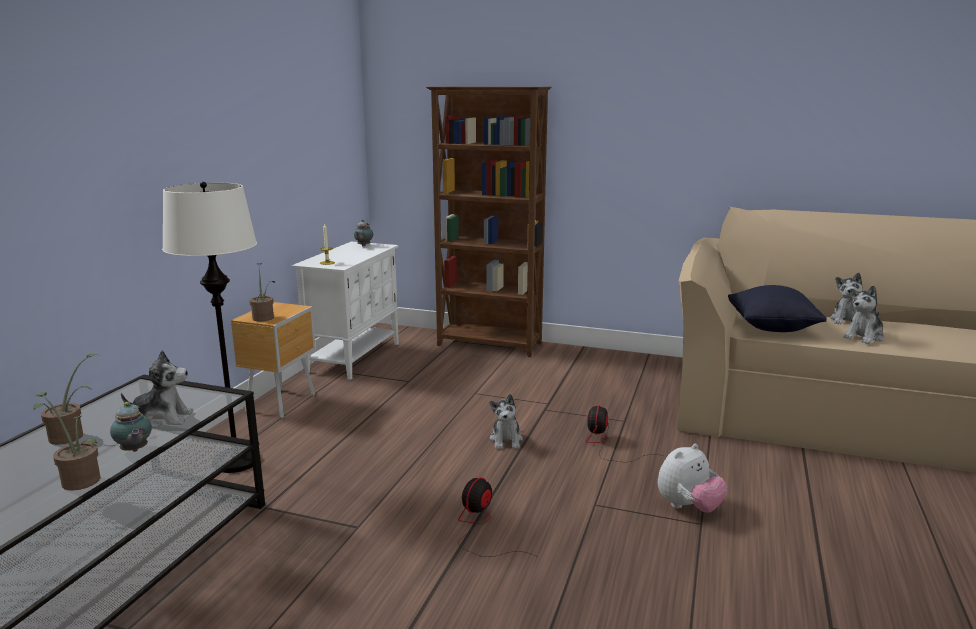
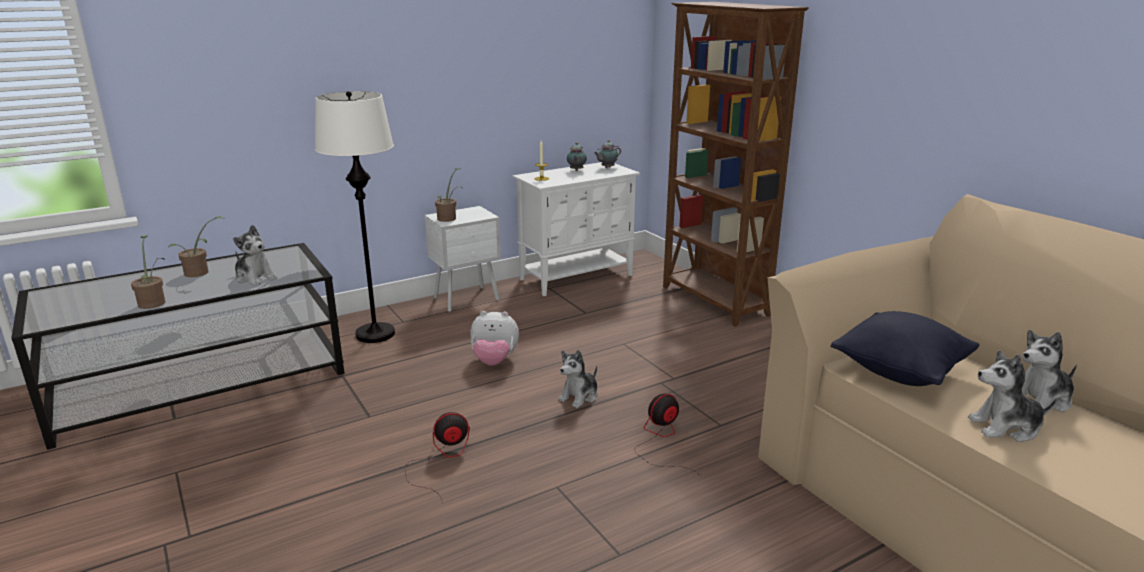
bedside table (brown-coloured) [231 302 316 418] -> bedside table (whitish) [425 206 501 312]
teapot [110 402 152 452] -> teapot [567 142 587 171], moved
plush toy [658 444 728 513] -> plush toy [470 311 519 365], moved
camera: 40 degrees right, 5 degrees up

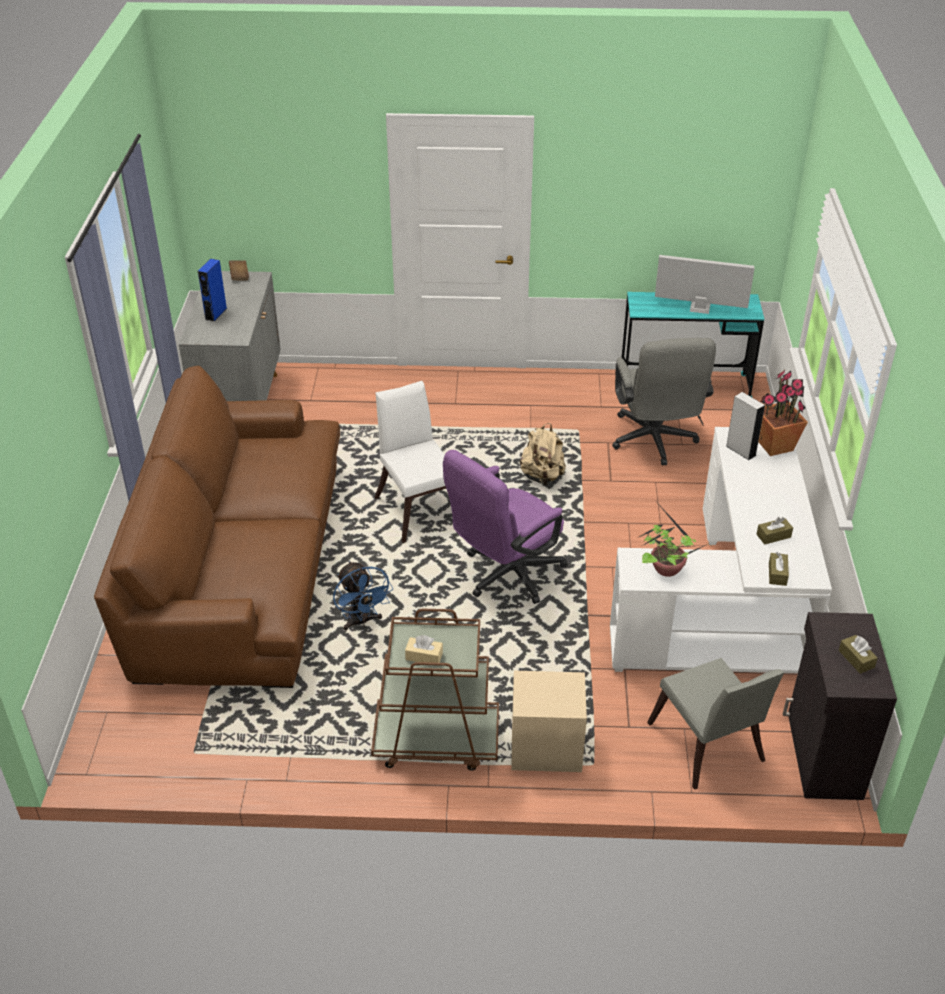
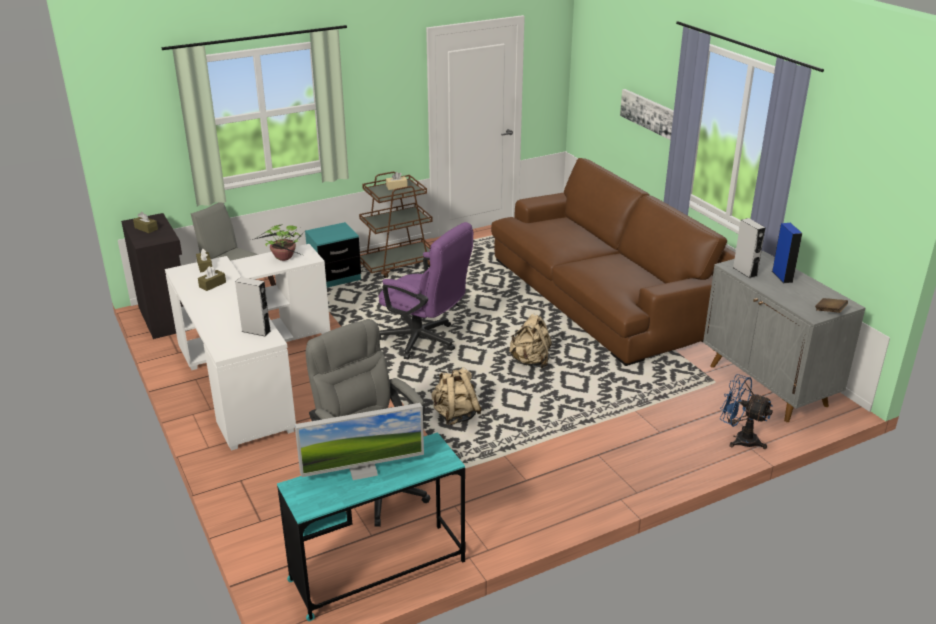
houseplant [758 370 808 456] -> none
upright chair (whitish) [375 381 446 543] -> backpack (beige-coloured) [509 314 552 368]
desk chair (purple) [443 450 568 604] -> desk chair (purple) [378 222 473 360], 105 degrees clockwise
electric fan (blue-coloured) [333 561 393 630] -> electric fan (blue-coloured) [720 374 773 449], moved
bedside table (beige-coloured) [511 671 587 772] -> bedside table (turquoise) [305 222 361 288]
none -> wall art [620 89 674 140]
none -> loudspeaker (greyish) [733 218 766 278]
camera: 150 degrees right, 10 degrees down

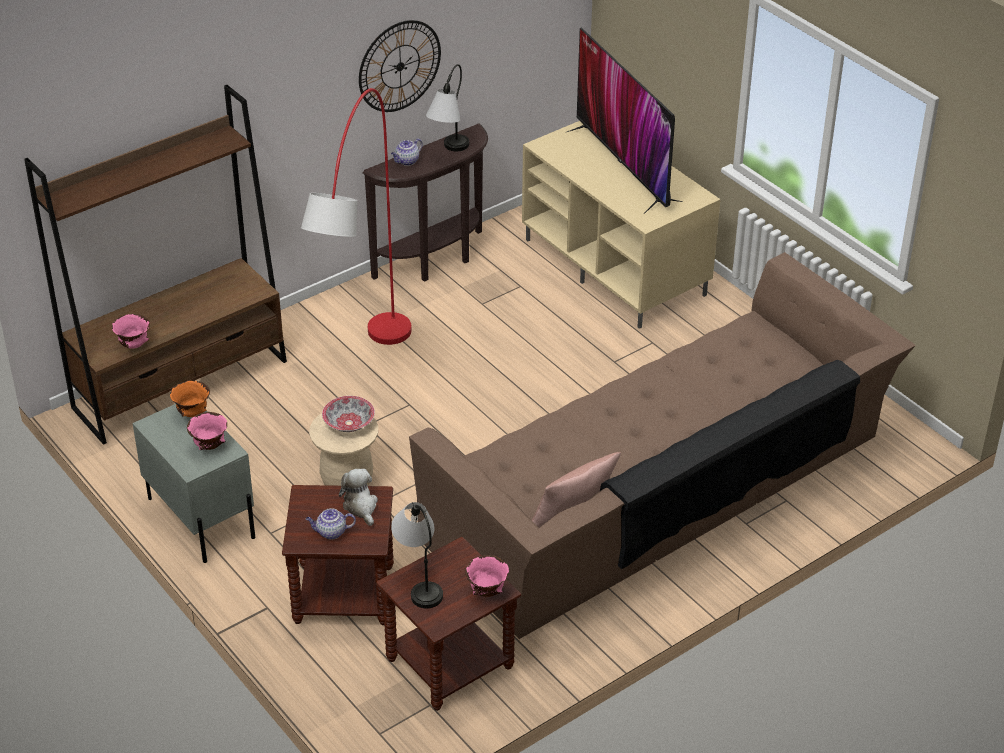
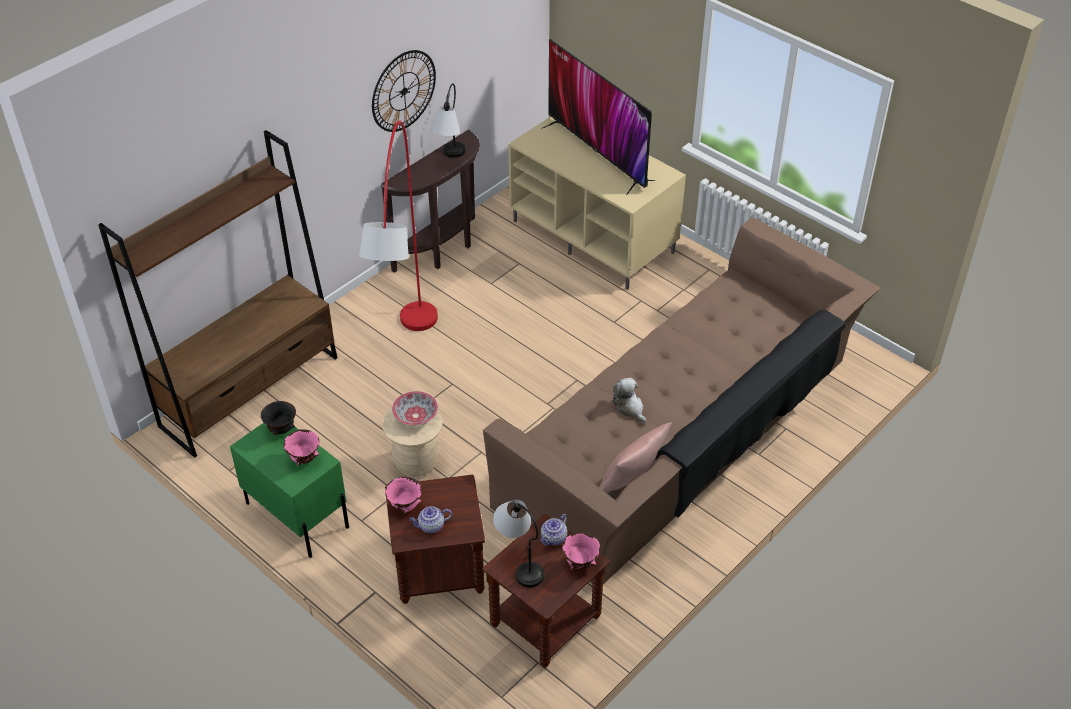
teapot [391 139 423 166] -> teapot [540 514 567 546], moved
serving bowl (pinkish) [112 314 150 349] -> serving bowl (pinkish) [385 477 422 514], moved
serving bowl (orangey) [170 381 210 417] -> serving bowl (black-coloured) [261 401 296 435]
bedside table (greyish) [133 404 255 563] -> bedside table (green-coloured) [230 423 349 558]
plush toy [339 469 378 526] -> plush toy [613 378 646 423], moved
camera: 10 degrees left, 5 degrees up

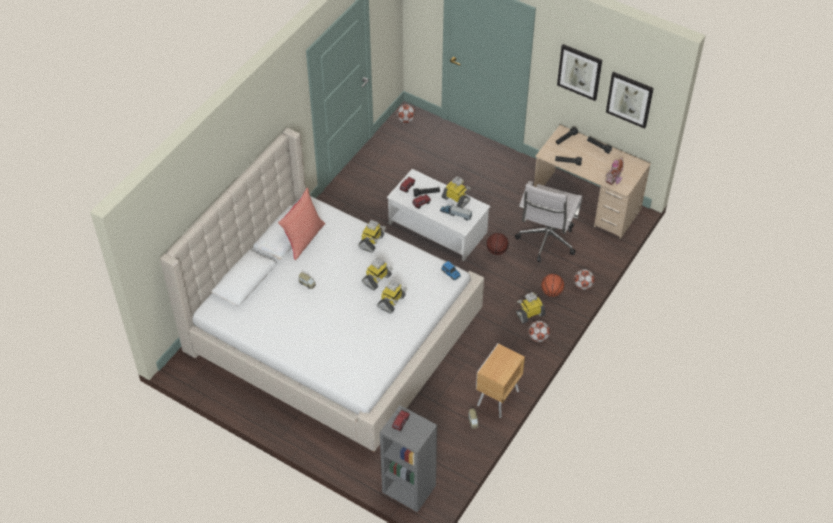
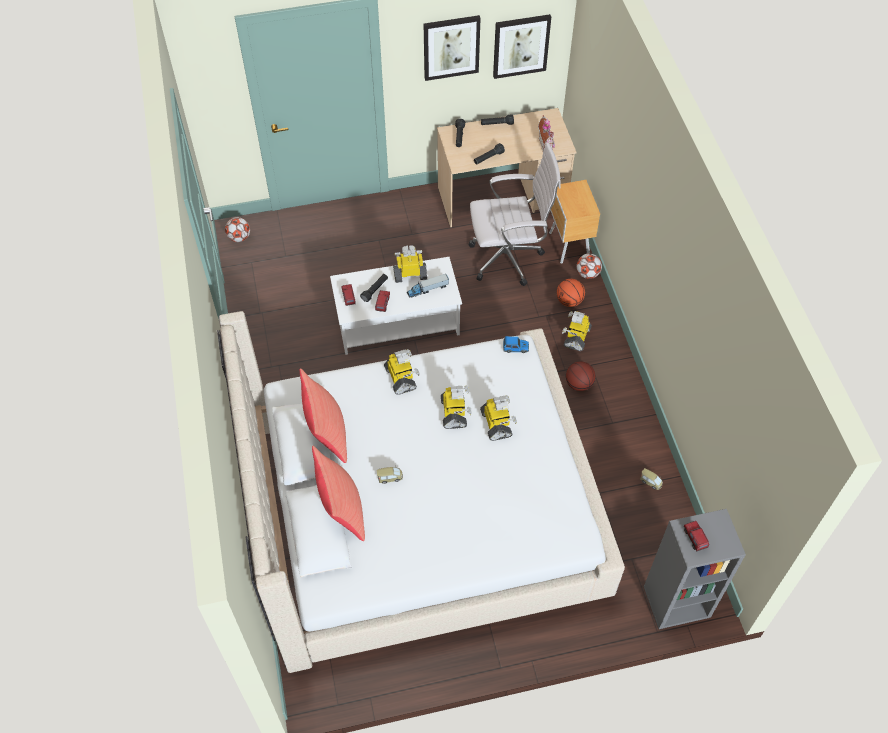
desk chair (whitish) [515 181 583 262] -> desk chair (whitish) [469 142 561 286], 75 degrees counterclockwise
basketball ball [486 233 509 255] -> basketball ball [566 361 595 391], moved
football ball [529 321 550 342] -> none
bedside table (brown-coloured) [476 344 525 418] -> bedside table (brown-coloured) [549 180 600 264], moved
none -> throw pillow (red) [312 446 365 541]
camera: 45 degrees left, 5 degrees up

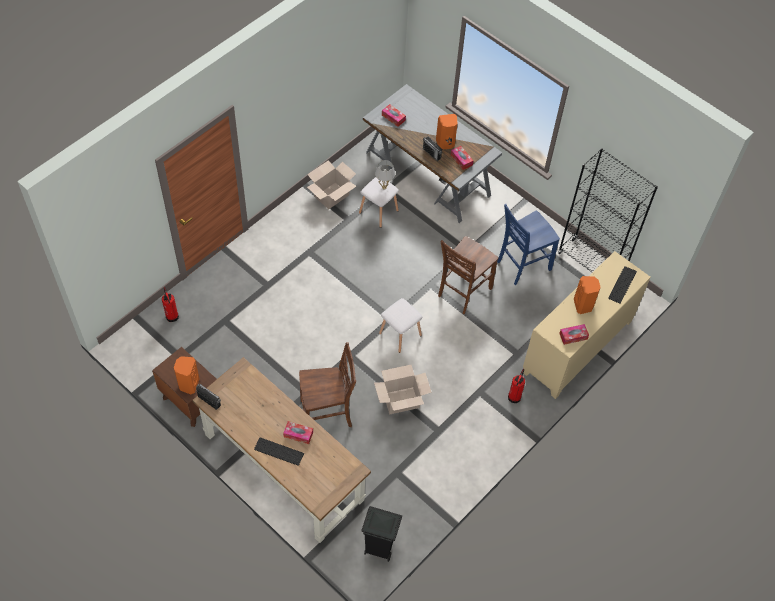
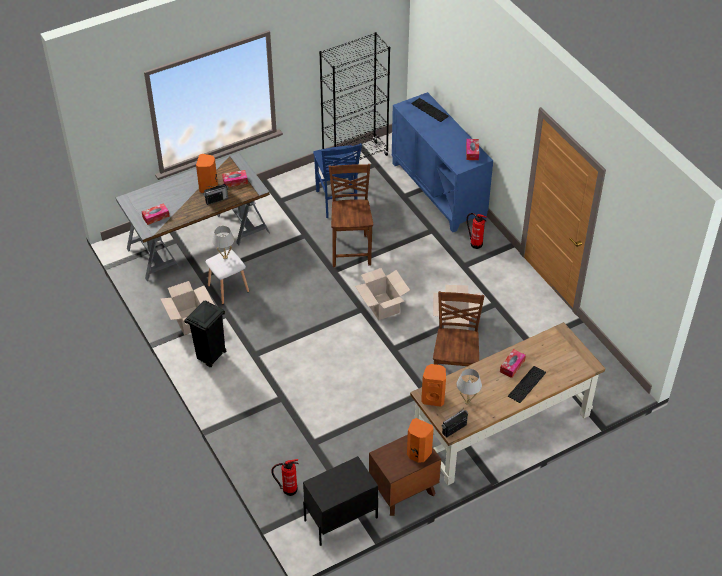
upright chair (brown-coloured) [438 236 498 314] -> upright chair (brown-coloured) [328 164 373 267], 150 degrees counterclockwise
cupboard (beige-coloured) [523 251 651 399] -> cupboard (blue-coloured) [392 92 493 232]
loudspeaker (orangey) [574 276 601 314] -> loudspeaker (orangey) [421 364 446 407], moved
sitting stool (whitish) [379 298 422 353] -> carton [355 268 410 321]
rubbish bin (black-coloured) [361 506 402 562] -> rubbish bin (black-coloured) [184 301 226 367], moved
none -> tabletop lamp (whitish) [457 369 482 404]
none -> bedside table (black-coloured) [303 456 378 546]
camera: 70 degrees left, 10 degrees down

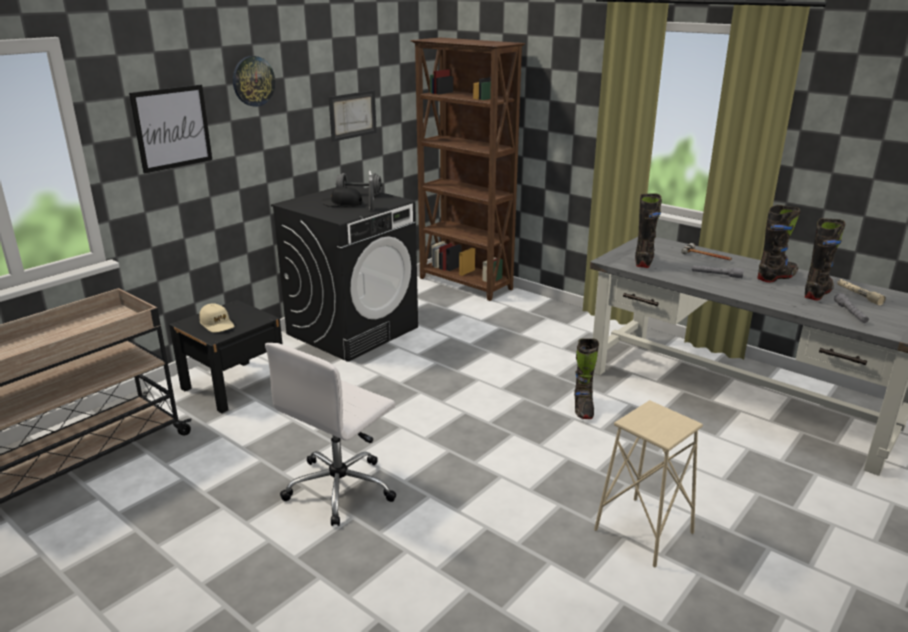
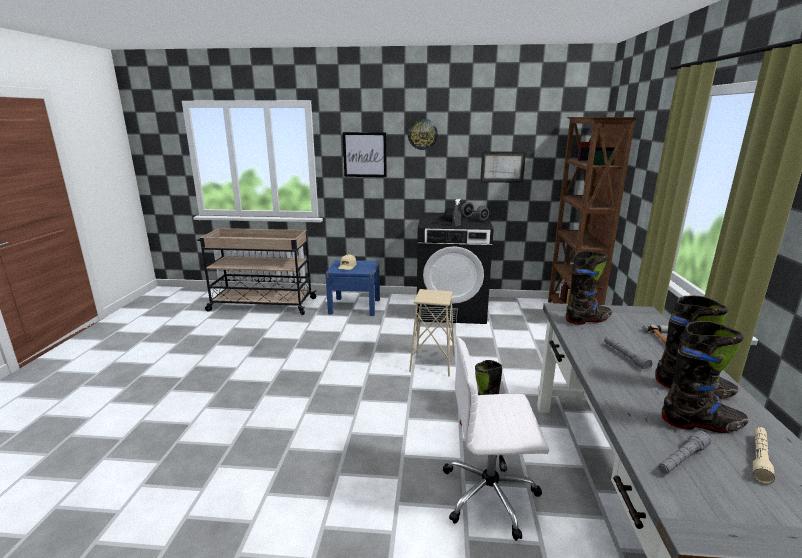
bedside table (black-coloured) [169 300 283 413] -> bedside table (blue-coloured) [326 260 380 316]
desk chair (whitish) [265 343 396 526] -> desk chair (whitish) [443 337 549 541], moved
sitting stool (beige-coloured) [594 400 703 567] -> sitting stool (beige-coloured) [409 289 455 377], moved
camera: 55 degrees right, 5 degrees down

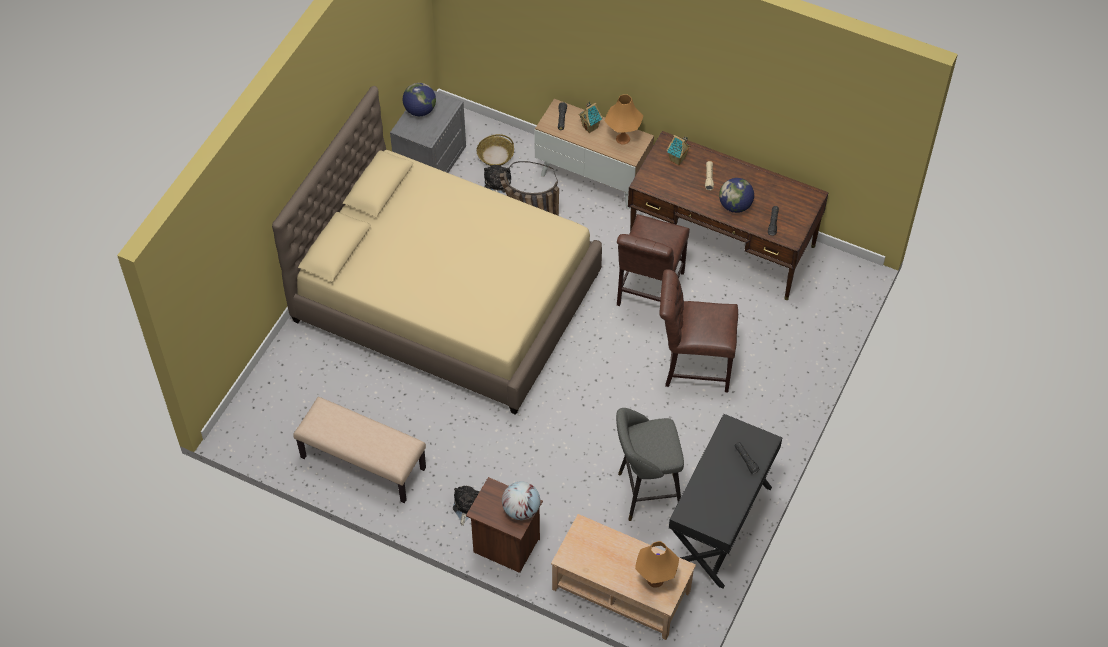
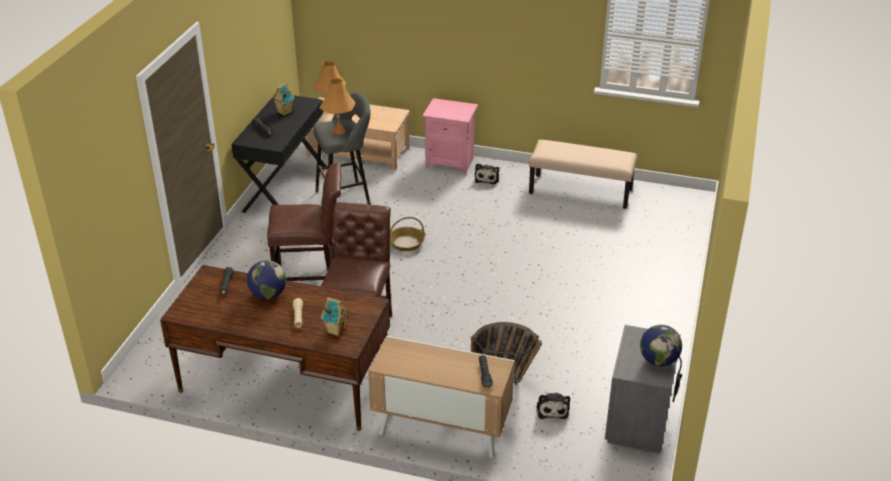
bed (beige-coloured) [272 86 602 415] -> none
tabletop lamp (orangey) [605 94 643 145] -> tabletop lamp (orangey) [320 78 355 135], moved
miniature house [578 102 603 133] -> miniature house [272 83 295 116], moved
storage basket [476 134 514 166] -> storage basket [390 217 425 251], moved
bedside table (brown-coloured) [466 477 543 573] -> bedside table (pinkish) [422 98 478 175]
world globe [502 481 540 520] -> none
camera: 170 degrees right, 20 degrees down

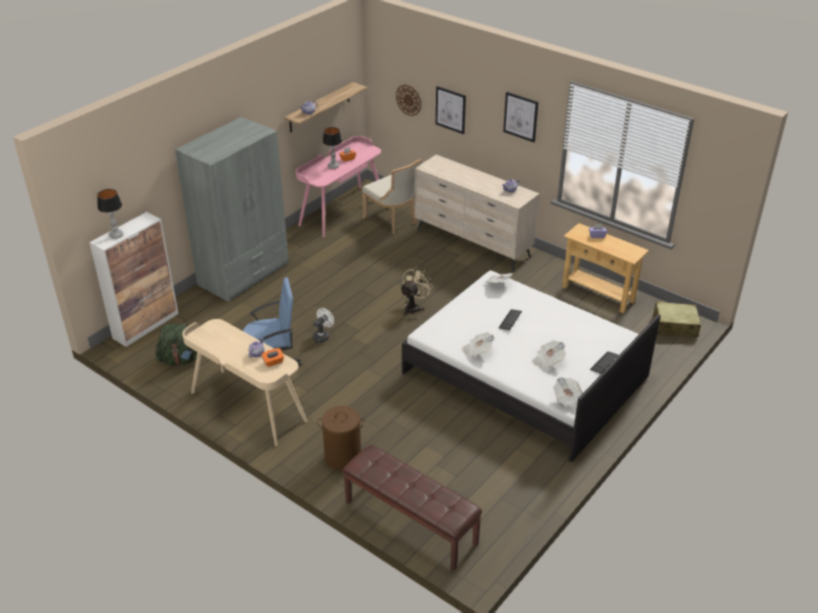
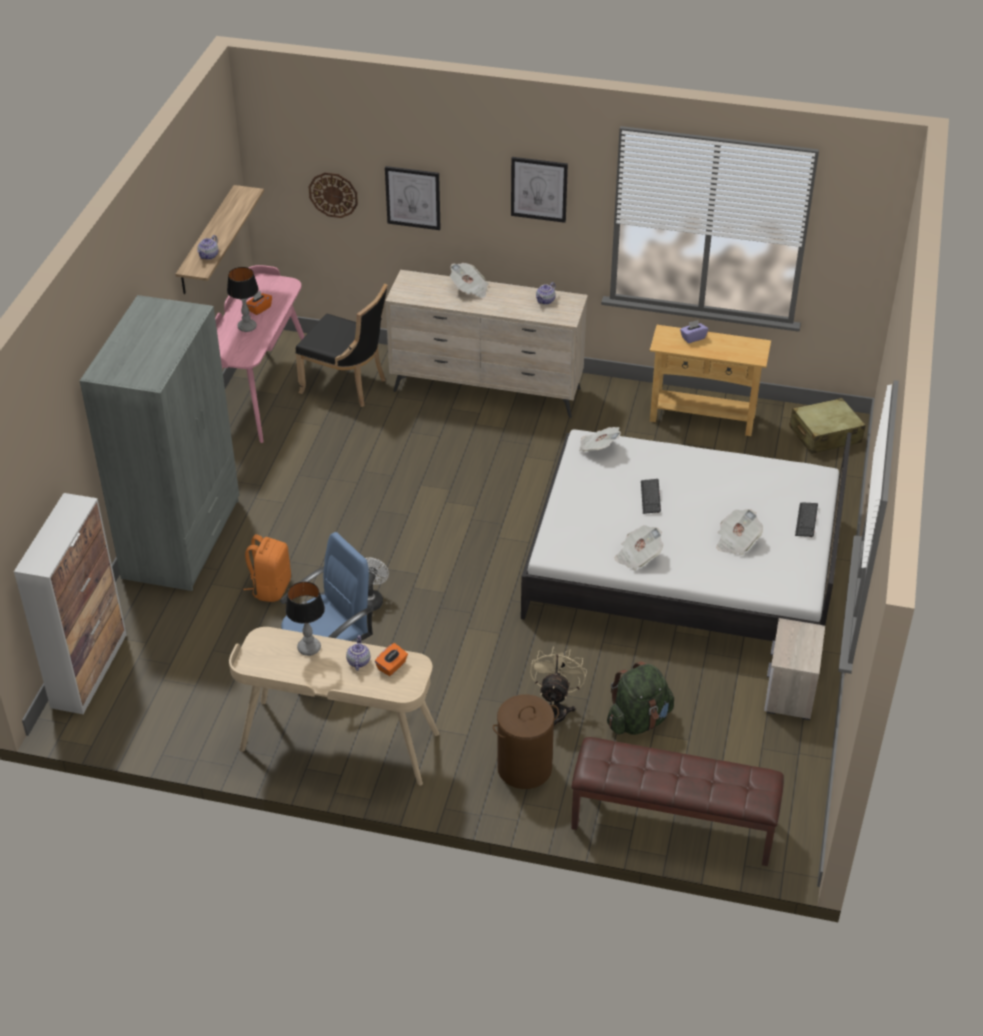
upright chair (beige-coloured) [362 159 421 234] -> upright chair (black-coloured) [295 283 388 407]
tabletop lamp [97 189 123 239] -> tabletop lamp [286 582 325 656], moved
electric fan (beige-coloured) [400 267 433 316] -> electric fan (beige-coloured) [530 646 587 726], moved
backpack (green-coloured) [155 323 197 366] -> backpack (green-coloured) [607 661 674 735], moved
daily paper [553 377 583 412] -> daily paper [450 263 489 298], moved
none -> backpack (orangey) [243 534 291 602]
none -> bedside table [764 618 825 720]
camera: 25 degrees left, 5 degrees up

